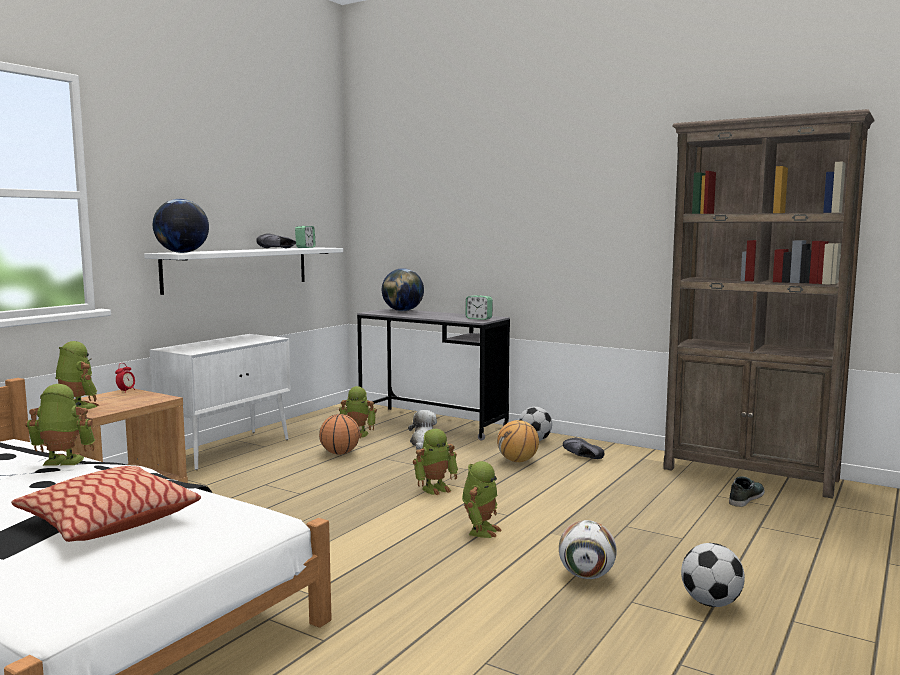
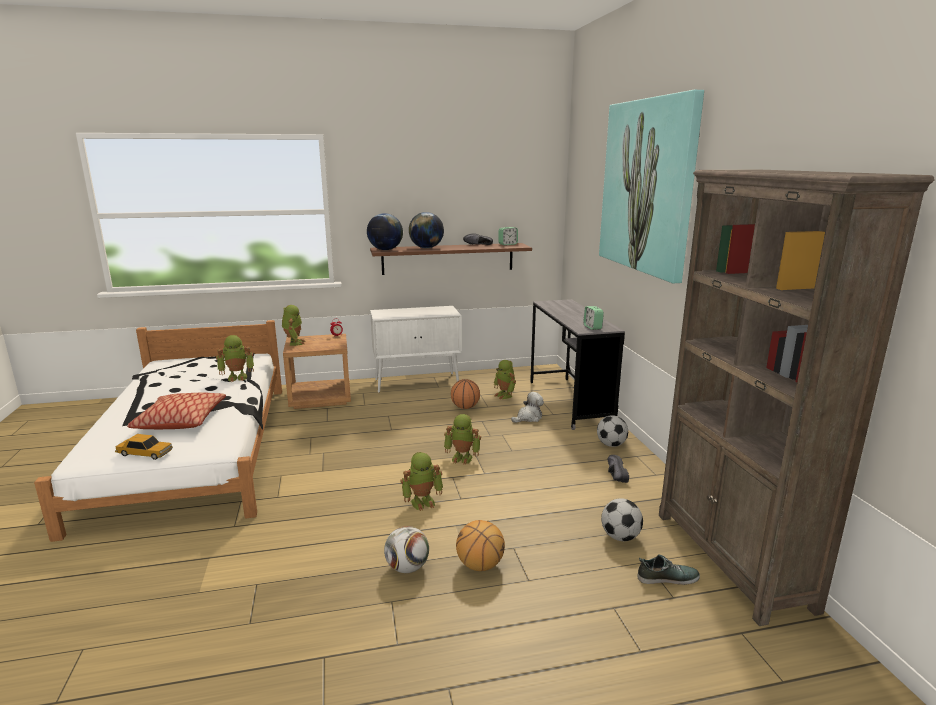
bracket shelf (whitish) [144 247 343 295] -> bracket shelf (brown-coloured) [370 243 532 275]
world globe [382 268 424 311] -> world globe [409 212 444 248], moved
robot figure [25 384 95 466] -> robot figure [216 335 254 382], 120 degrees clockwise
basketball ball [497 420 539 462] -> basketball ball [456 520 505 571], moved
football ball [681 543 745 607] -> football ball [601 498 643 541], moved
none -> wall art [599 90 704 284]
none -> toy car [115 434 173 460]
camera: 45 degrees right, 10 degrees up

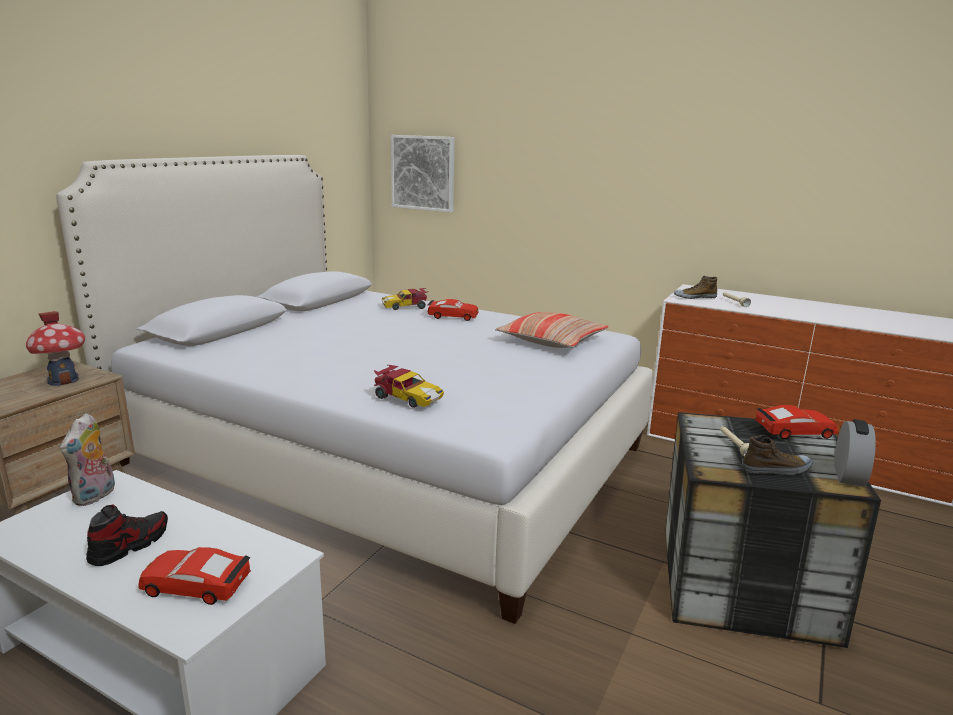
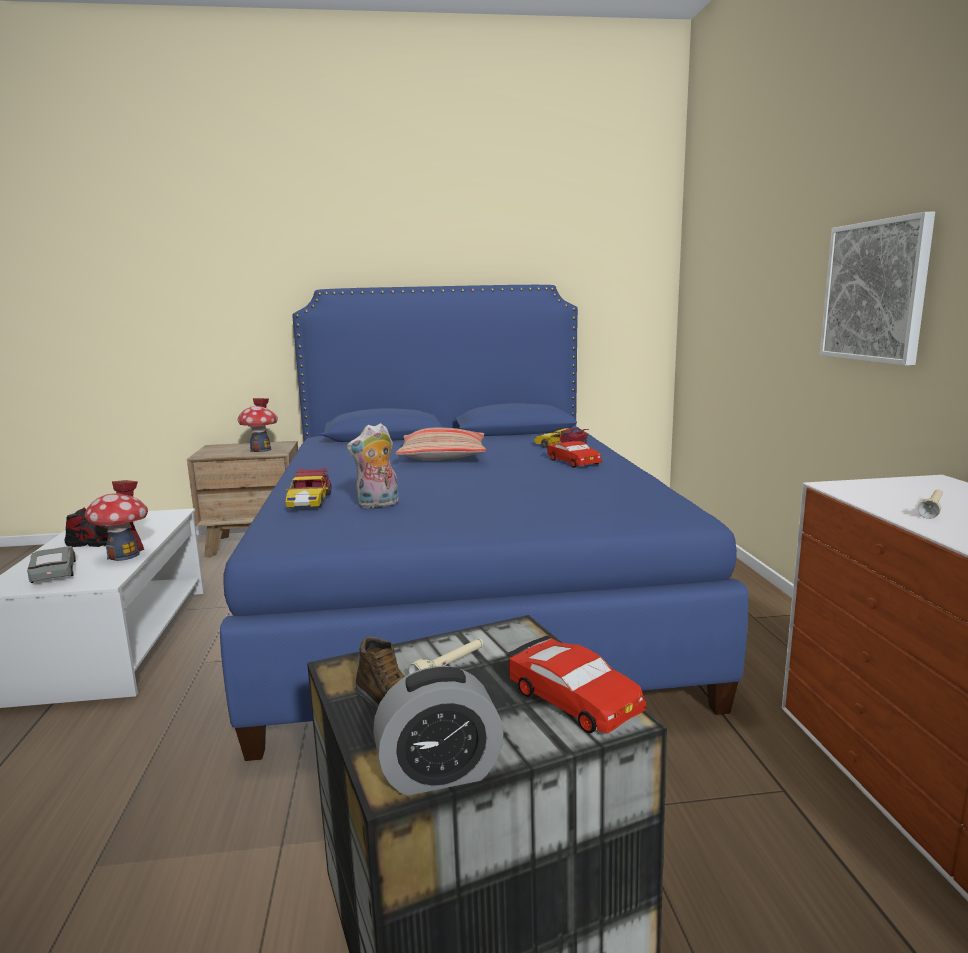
wall art [391 135 455 213] -> wall art [820 212 935 366], moved
bed (whitish) [56 155 653 624] -> bed (blue-coloured) [220 285 748 761]
shoe [674 276 717 299] -> none
throw pillow [495 312 609 348] -> throw pillow [395 427 486 460], moved
plush toy [60 413 115 506] -> plush toy [347 423 399 508], moved
toy car (red) [138 547 251 605] -> toy car (greyish) [27 546 76 583]
none -> miniature house [85 480 148 561]
camera: 55 degrees right, 5 degrees down

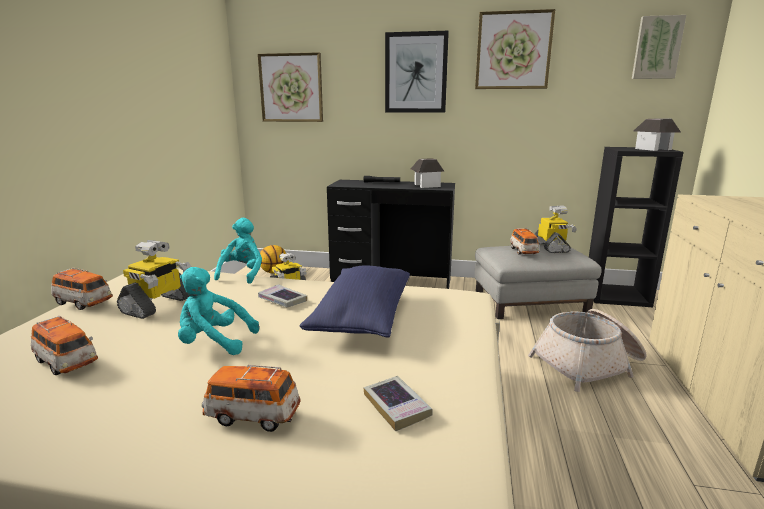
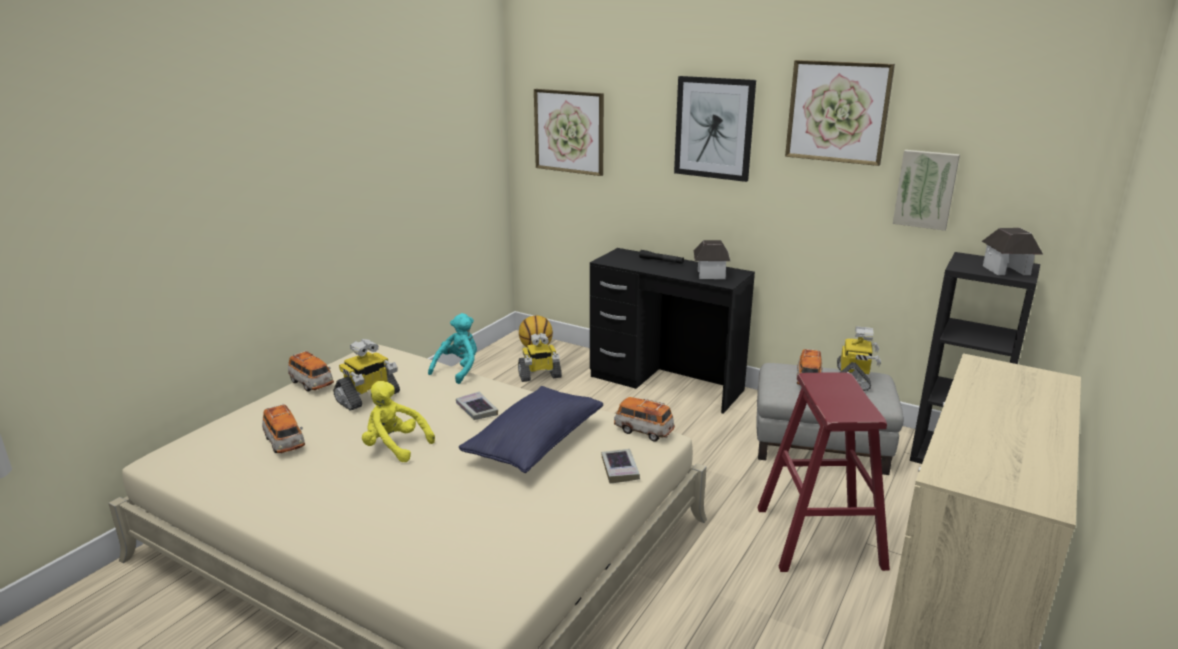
wall art [632 15 686 79] -> wall art [893 150 960 231], moved
plush toy (turquoise) [178 267 259 355] -> plush toy (yellow-coloured) [362 381 435 462]
storage basket [528 309 647 392] -> sitting stool (red) [757 372 890 572]
toy car [201 365 301 432] -> toy car [614 397 675 442], moved
book [364 376 433 431] -> book [601 449 640 483], moved
camera: 20 degrees right, 5 degrees up

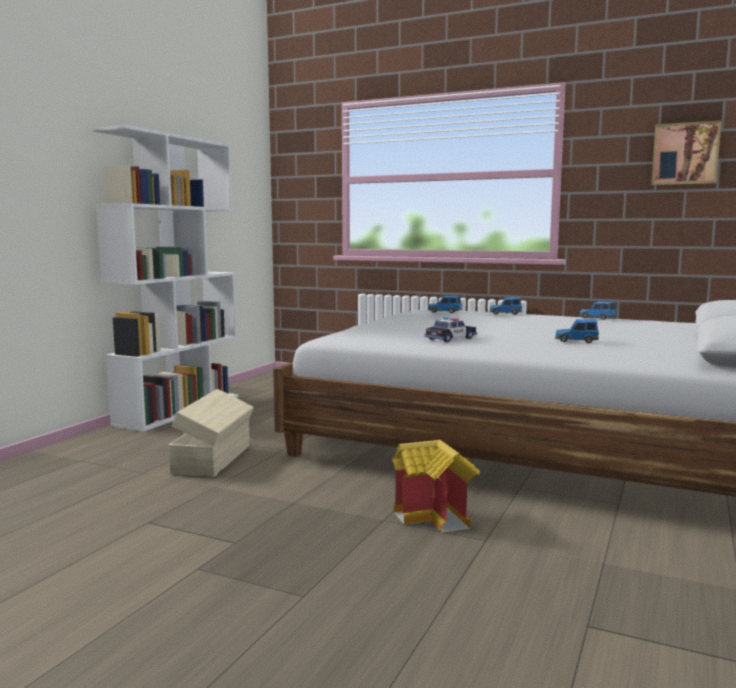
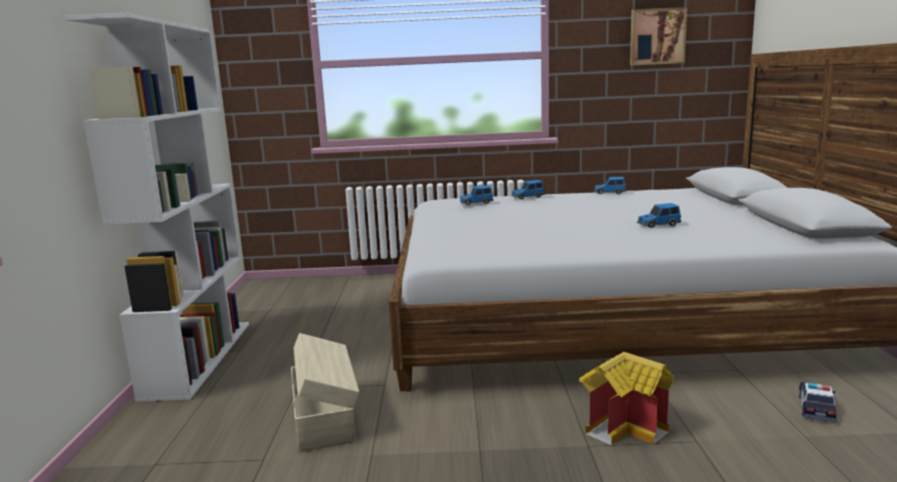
toy car [425 317 477 342] -> toy car [799 382 837 422], moved
camera: 25 degrees left, 5 degrees up

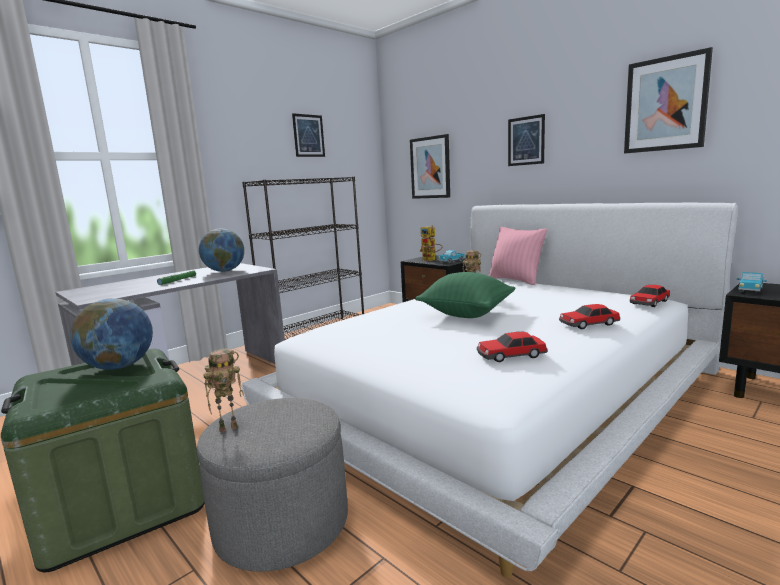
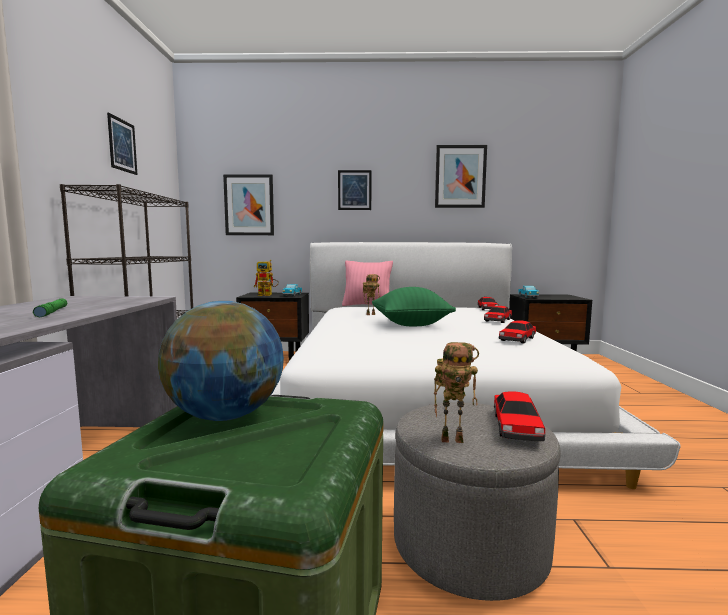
world globe [199 229 244 272] -> none
robot figure [204 349 244 432] -> robot figure [434 342 479 443], 75 degrees clockwise
none -> toy car [494 391 545 441]
camera: 45 degrees left, 5 degrees down

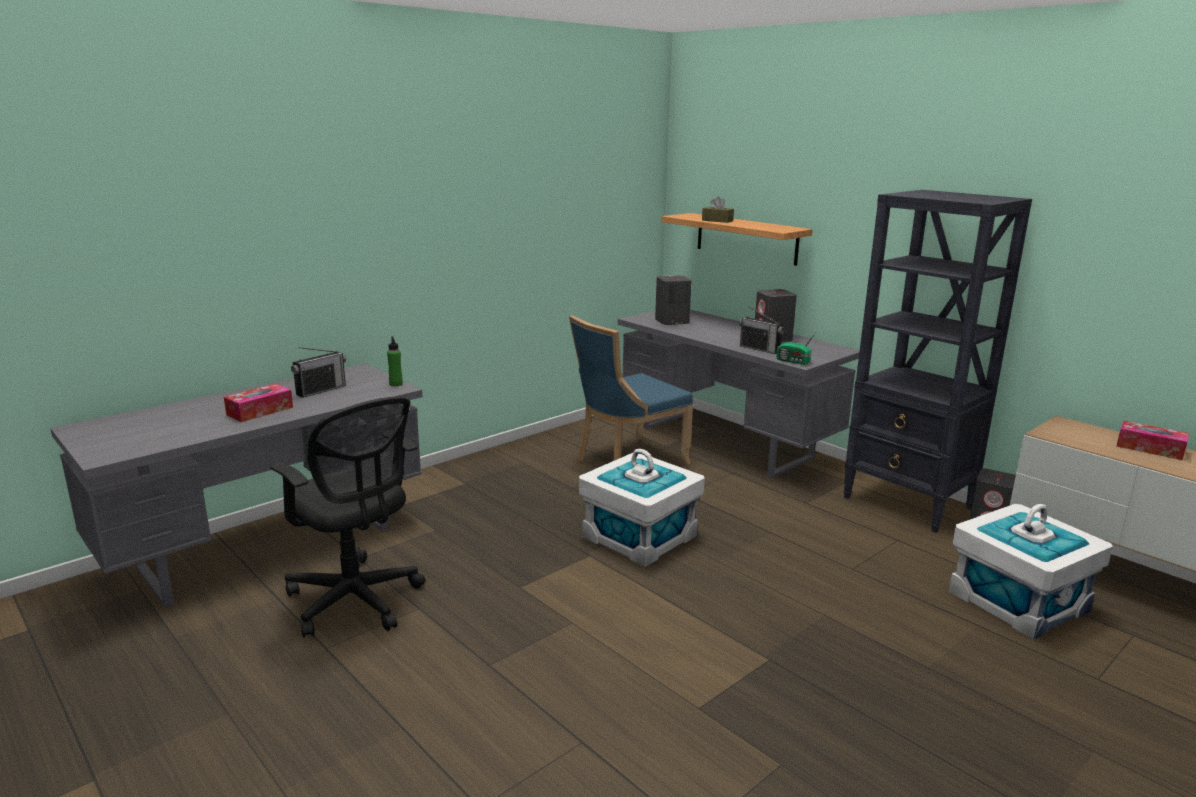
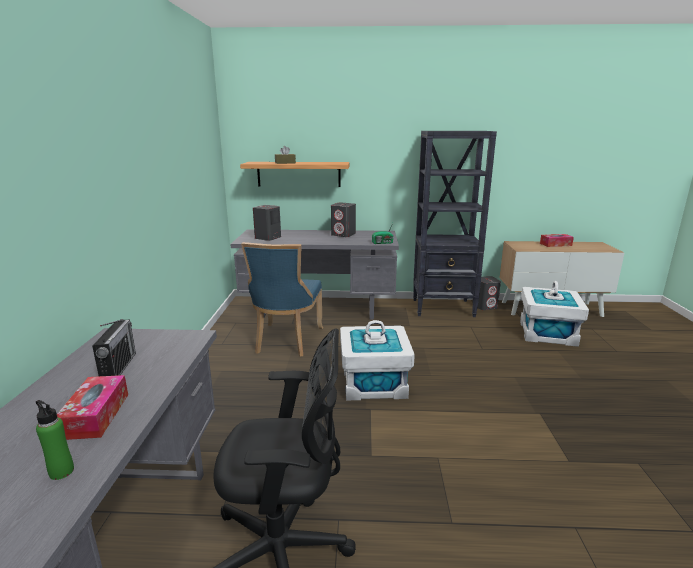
radio [739 306 784 354] -> none
bottle (green-coloured) [387 336 403 386] -> bottle (green-coloured) [36 400 74 480], moved
camera: 45 degrees left, 0 degrees up

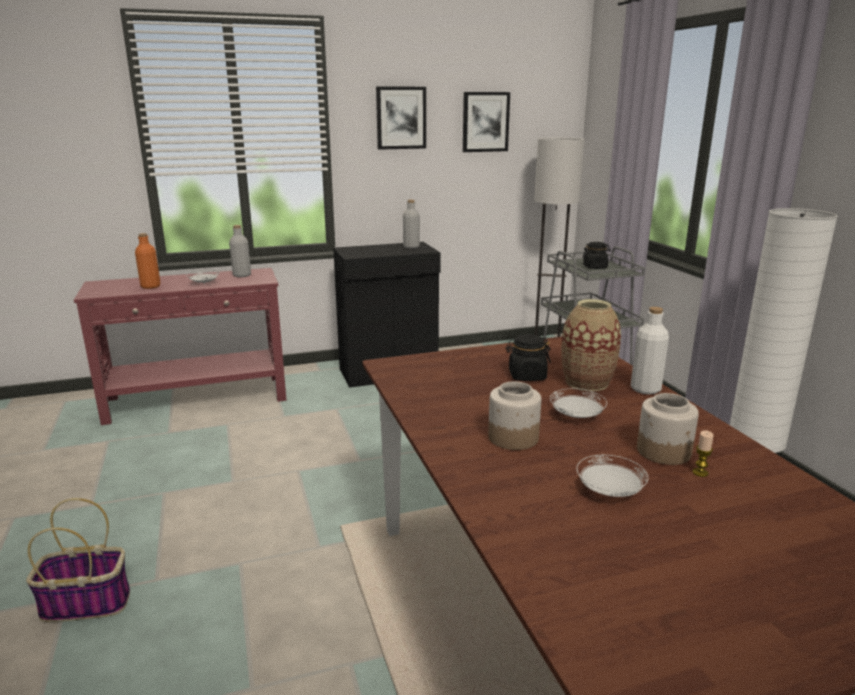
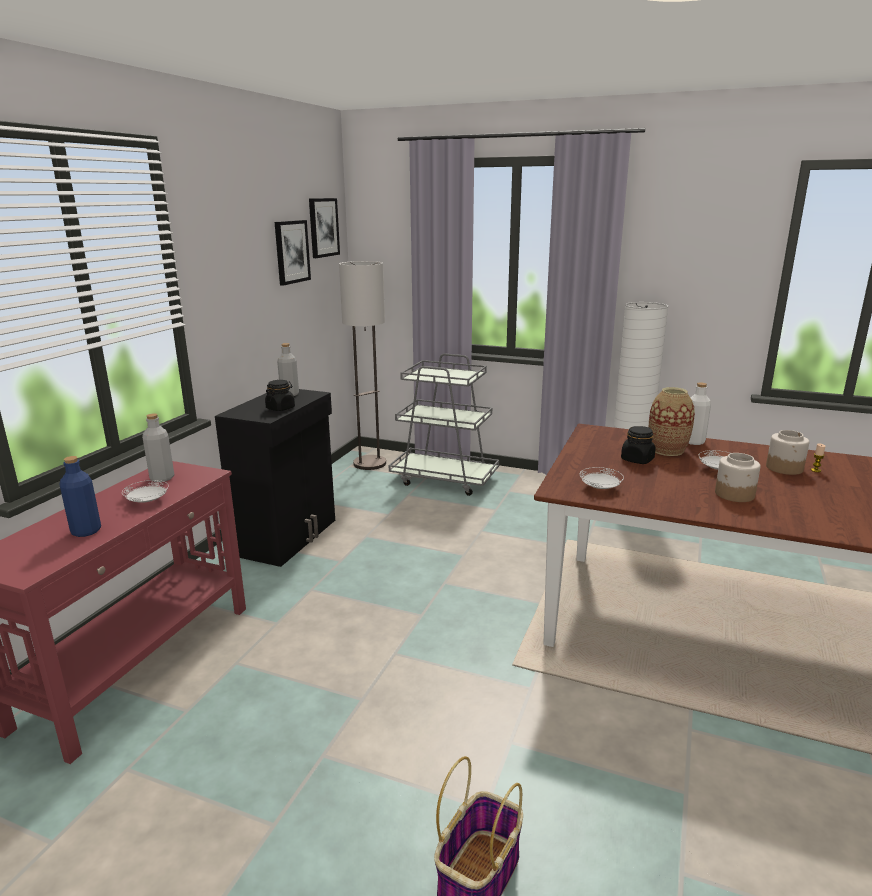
wall art [376 86 426 150] -> wall art [309 198 340 258], moved
bottle (orangey) [135 233 161 289] -> bottle (blue-coloured) [60 456 101 537]
preserve jar (black-coloured) [582 242 611 269] -> preserve jar (black-coloured) [265 380 295 411], moved
plate (whitish) [577 455 648 497] -> plate (whitish) [580 467 624 489], moved
camera: 50 degrees left, 0 degrees up

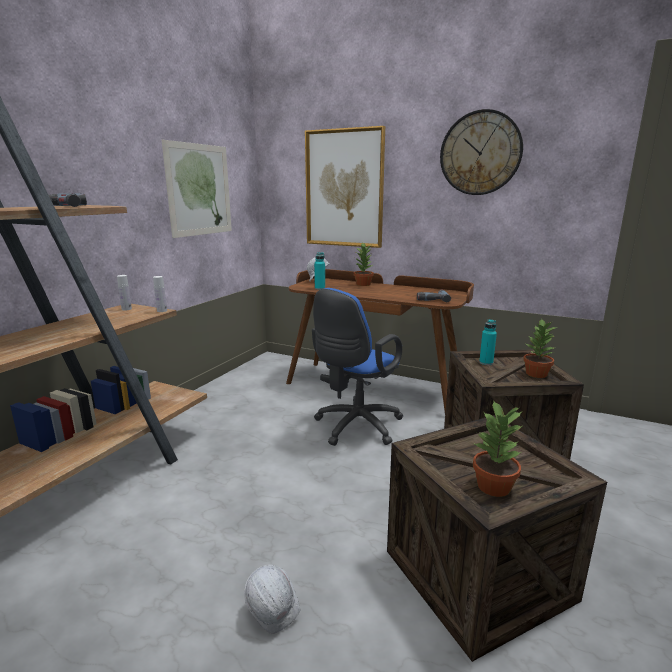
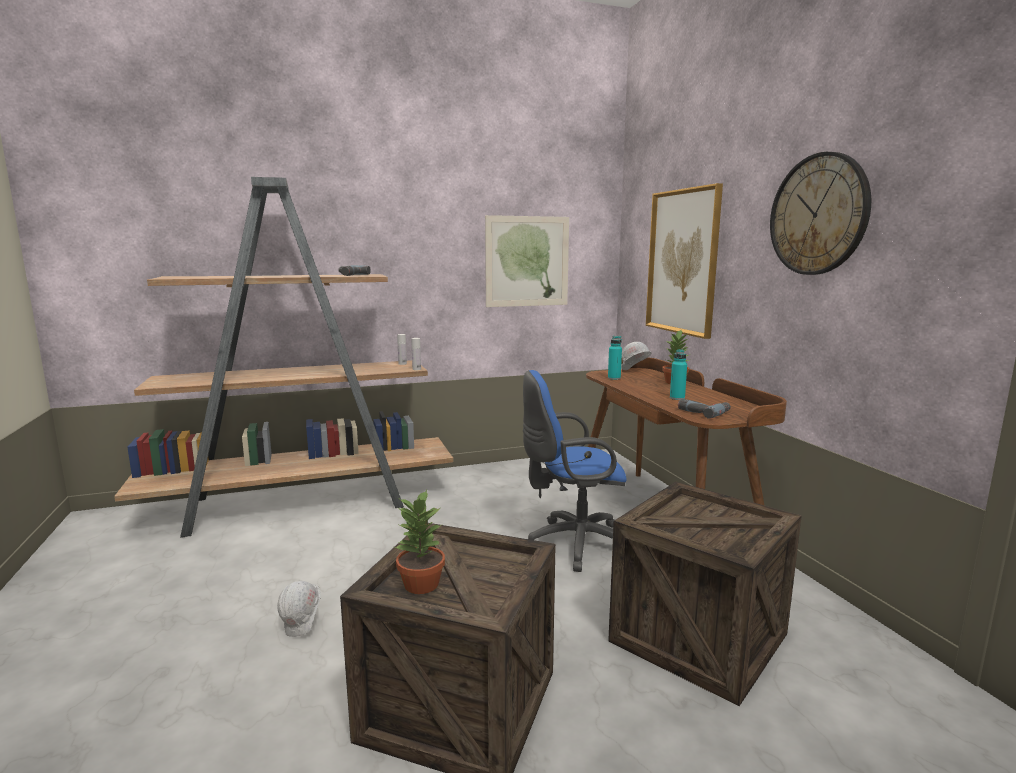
bottle (turquoise) [479 319 497 365] -> bottle (turquoise) [670 349 687 400], moved
houseplant [523 319 557 378] -> none
camera: 45 degrees right, 5 degrees down

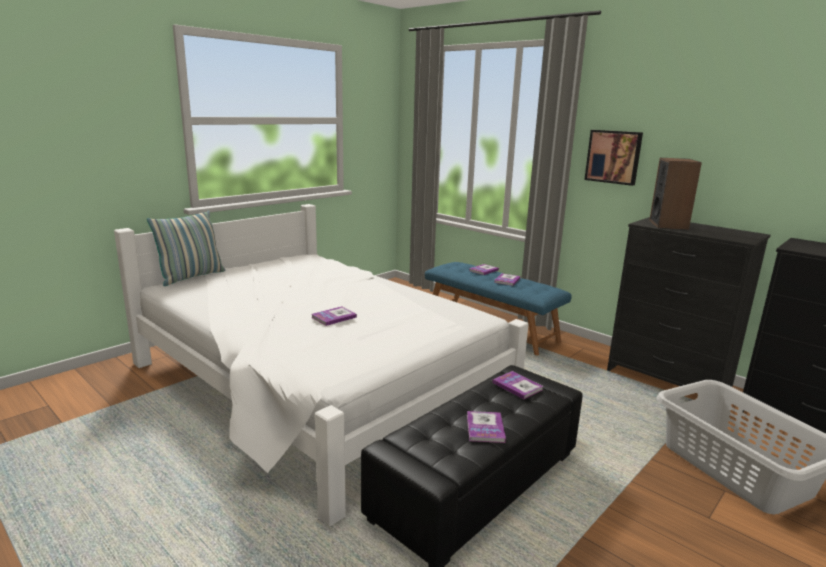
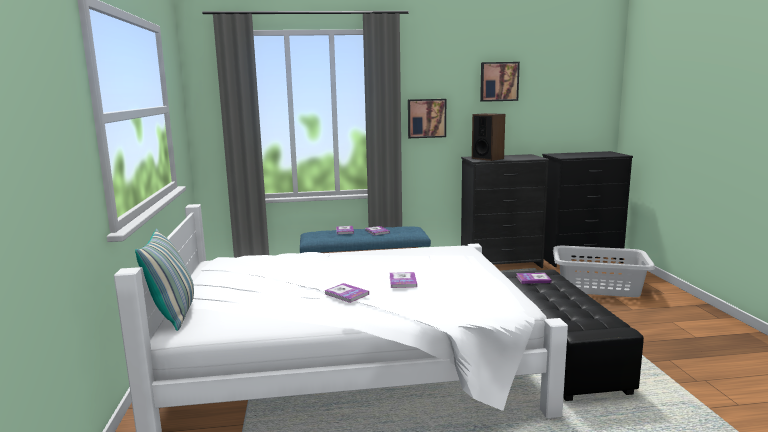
book [467 411 506 443] -> book [324 283 369 303], moved
none -> wall art [480 62 520 102]
camera: 50 degrees left, 5 degrees down

